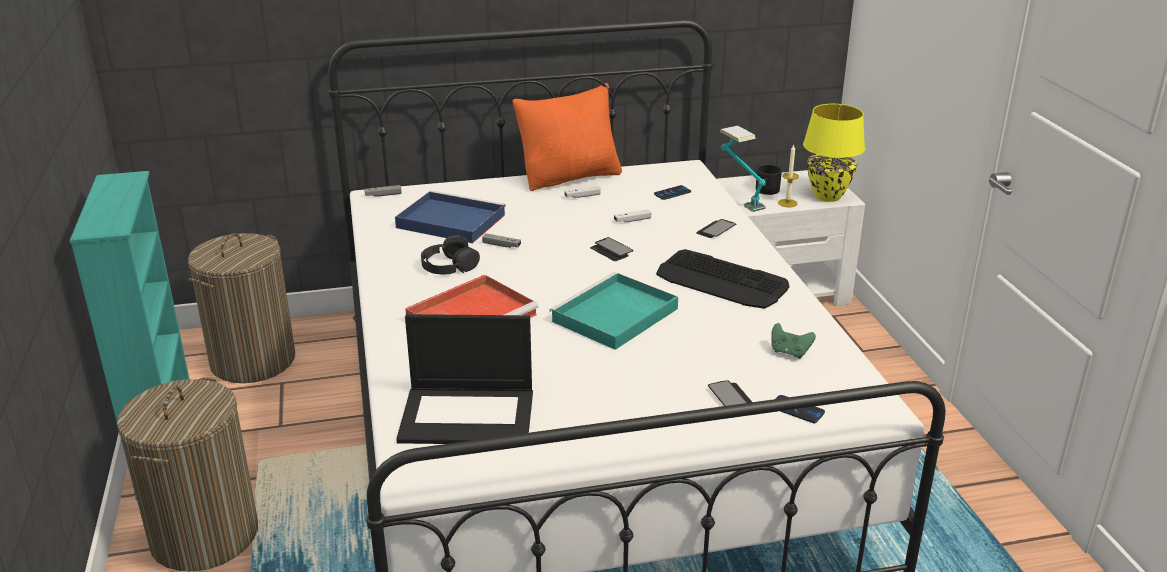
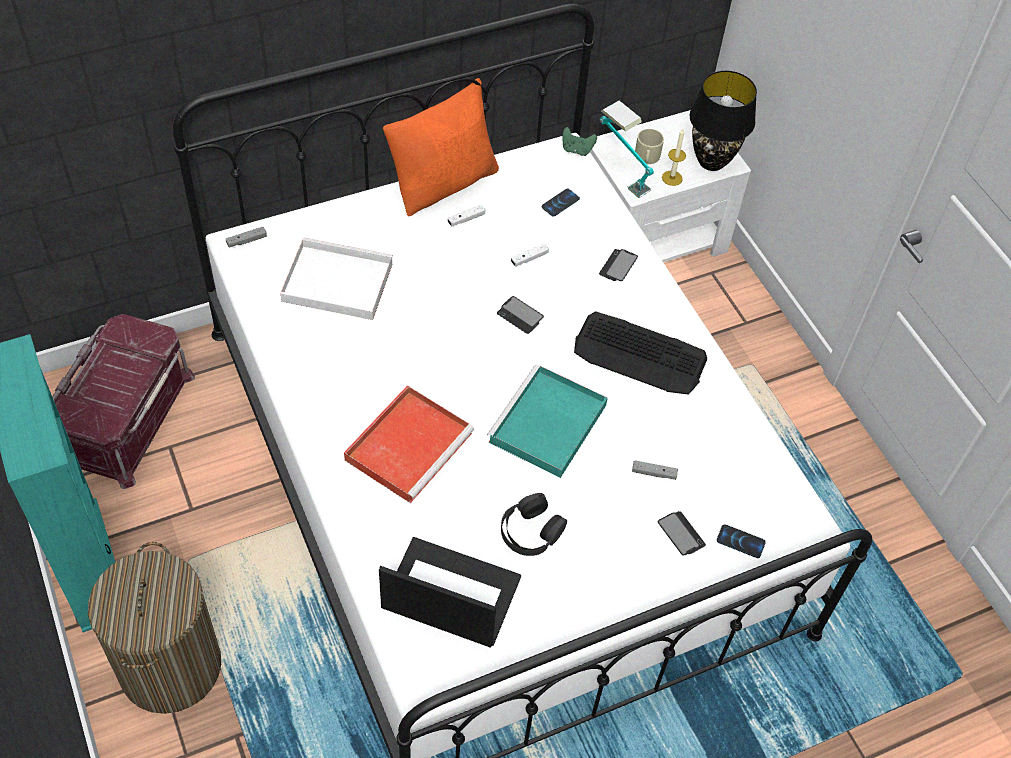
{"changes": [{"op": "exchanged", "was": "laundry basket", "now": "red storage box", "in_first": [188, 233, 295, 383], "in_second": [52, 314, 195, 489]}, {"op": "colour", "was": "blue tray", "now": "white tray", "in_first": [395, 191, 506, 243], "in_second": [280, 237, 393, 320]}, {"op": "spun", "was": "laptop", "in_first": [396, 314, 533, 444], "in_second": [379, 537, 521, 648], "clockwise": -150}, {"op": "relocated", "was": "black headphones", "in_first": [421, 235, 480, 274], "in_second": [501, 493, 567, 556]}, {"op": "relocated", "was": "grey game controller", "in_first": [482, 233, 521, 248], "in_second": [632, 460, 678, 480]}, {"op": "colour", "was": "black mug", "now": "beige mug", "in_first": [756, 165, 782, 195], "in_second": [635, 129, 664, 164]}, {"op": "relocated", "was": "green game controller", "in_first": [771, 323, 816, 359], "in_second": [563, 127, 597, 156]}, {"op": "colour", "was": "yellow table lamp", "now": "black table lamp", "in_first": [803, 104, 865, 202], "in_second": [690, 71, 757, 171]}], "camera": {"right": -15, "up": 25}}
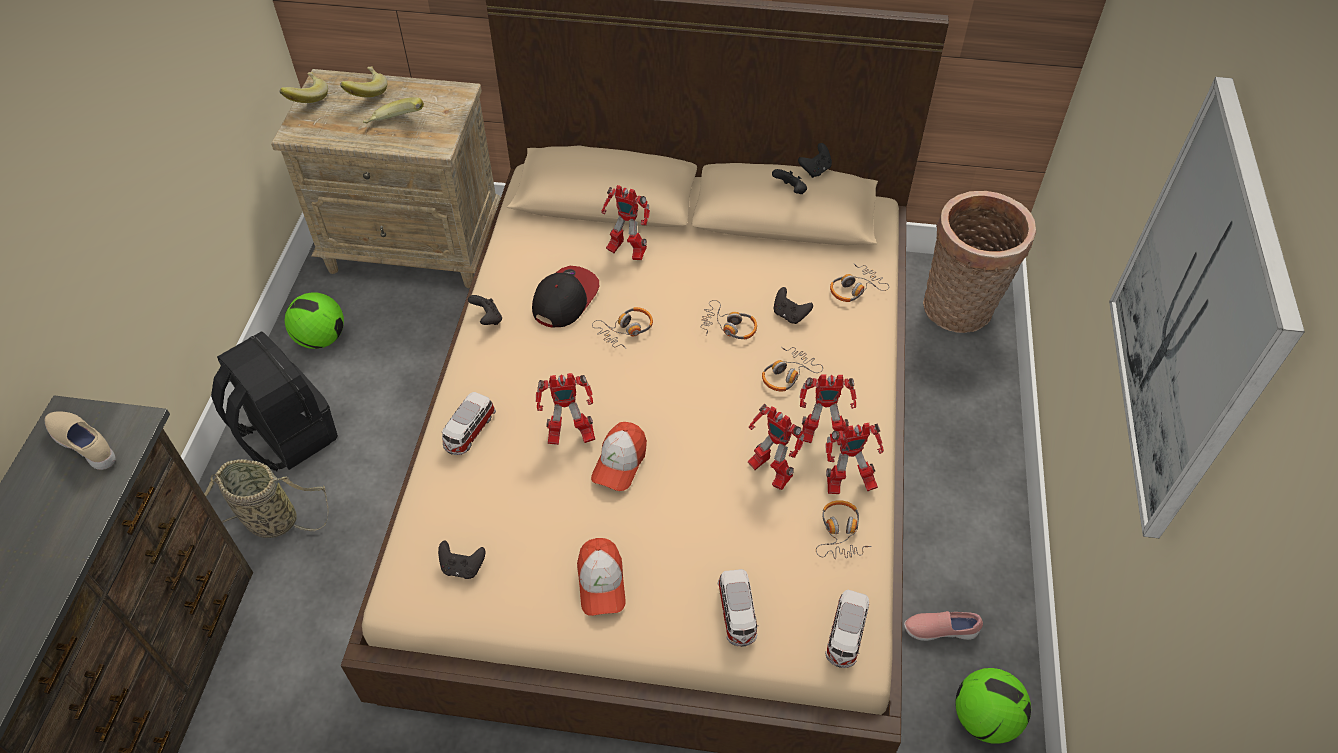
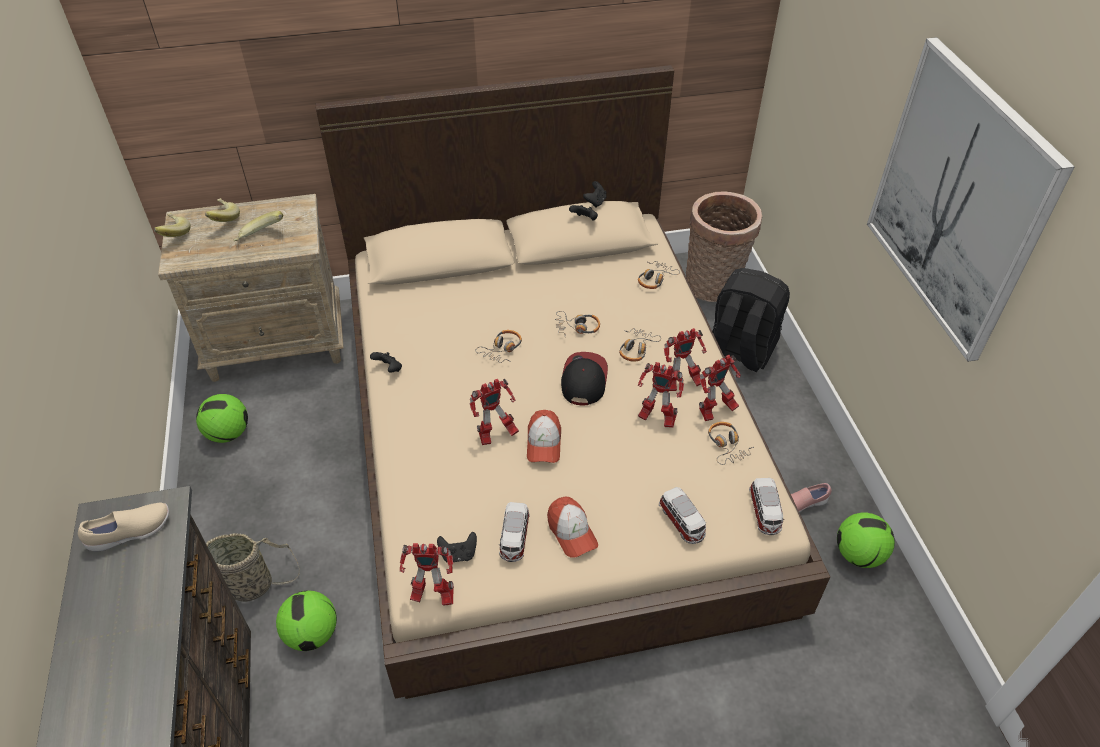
{"changes": [{"op": "spun", "was": "beige shoe", "in_first": [45, 412, 116, 470], "in_second": [78, 503, 169, 551], "clockwise": 135}, {"op": "relocated", "was": "black backpack", "in_first": [211, 331, 338, 471], "in_second": [712, 268, 790, 372]}, {"op": "relocated", "was": "toy car", "in_first": [442, 392, 496, 455], "in_second": [499, 502, 530, 562]}, {"op": "relocated", "was": "cap", "in_first": [532, 266, 599, 328], "in_second": [561, 352, 608, 405]}, {"op": "relocated", "was": "toy robot", "in_first": [601, 185, 650, 260], "in_second": [400, 543, 454, 606]}, {"op": "missing", "was": "black game controller", "in_first": [774, 287, 813, 324]}, {"op": "appeared", "now": "football", "in_second": [276, 590, 337, 651]}], "camera": {"right": -20, "up": -5}}
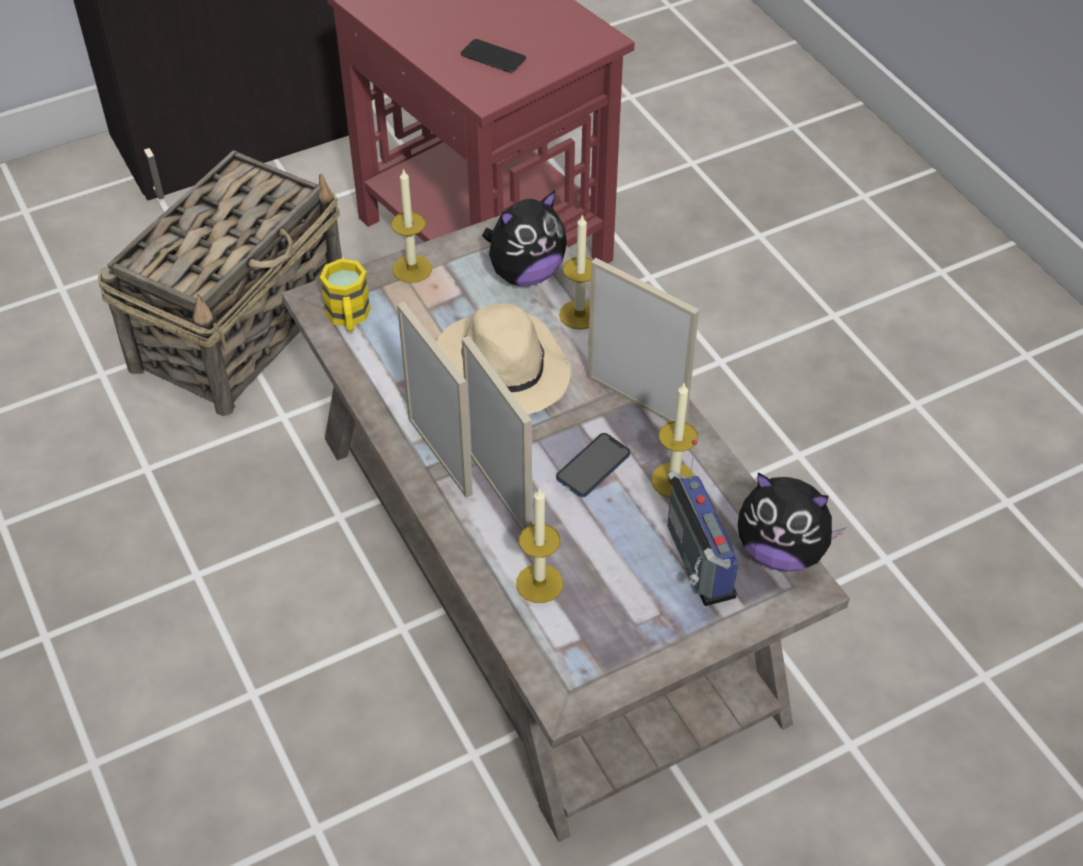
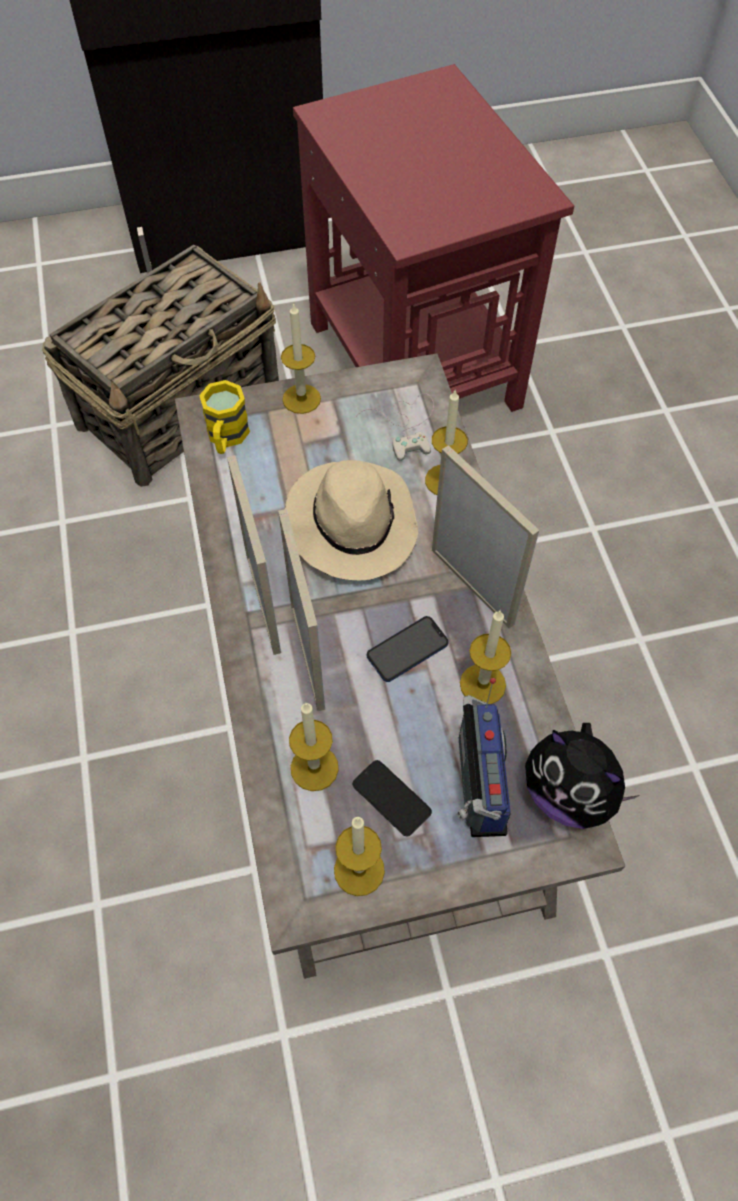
{"changes": [{"op": "relocated", "was": "phone", "in_first": [461, 39, 526, 73], "in_second": [352, 760, 432, 837]}, {"op": "exchanged", "was": "plush toy", "now": "white game controller", "in_first": [482, 190, 567, 286], "in_second": [355, 393, 434, 461]}, {"op": "appeared", "now": "candle", "in_second": [334, 817, 385, 896]}], "camera": {"right": 15, "up": 10}}
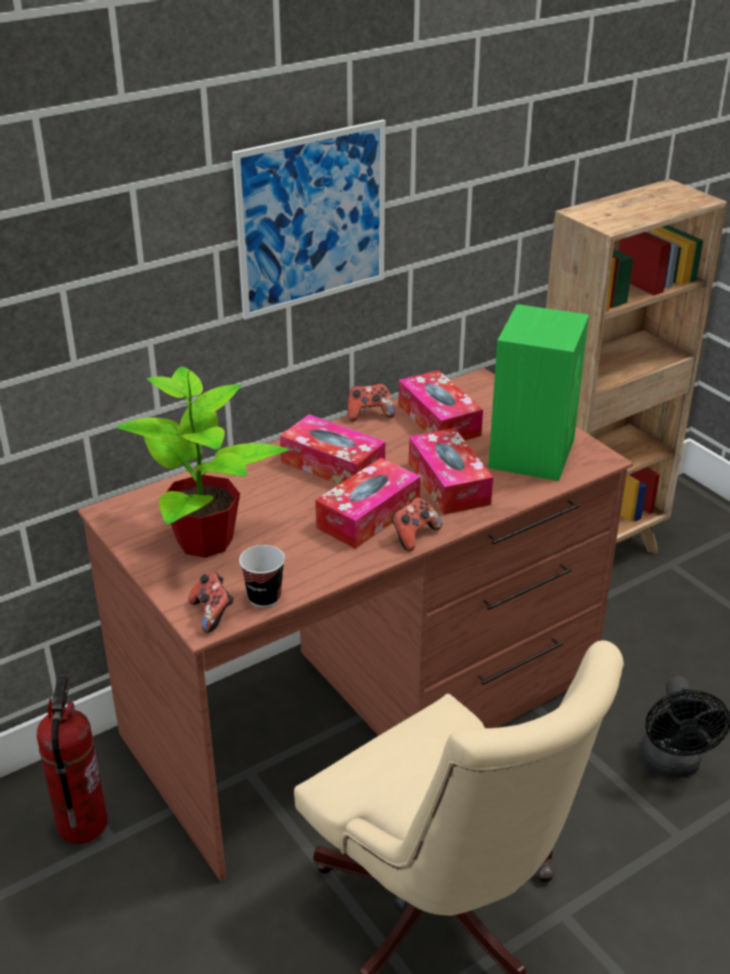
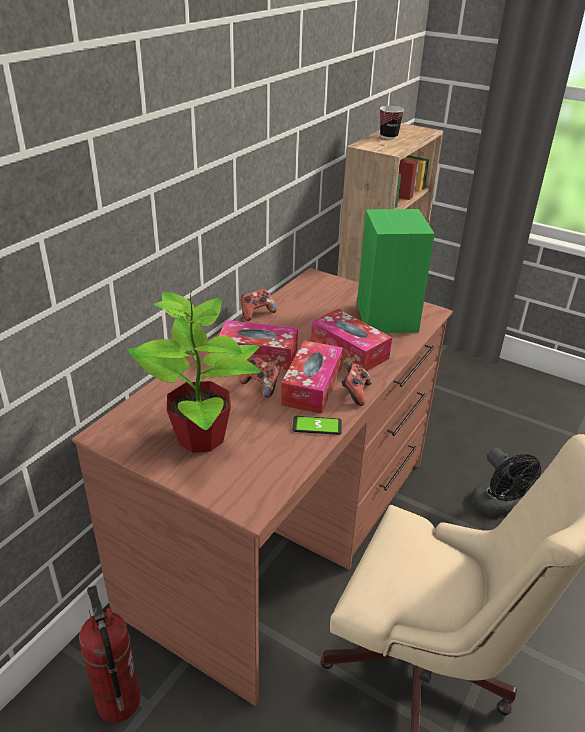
{"changes": [{"op": "relocated", "was": "game controller", "in_first": [188, 573, 234, 633], "in_second": [239, 357, 280, 398]}, {"op": "missing", "was": "picture", "in_first": [232, 120, 386, 320]}, {"op": "relocated", "was": "cup", "in_first": [239, 545, 285, 608], "in_second": [380, 106, 404, 139]}, {"op": "missing", "was": "tissue box", "in_first": [398, 370, 483, 440]}, {"op": "appeared", "now": "phone", "in_second": [292, 416, 342, 435]}], "camera": {"right": -25, "up": 0}}
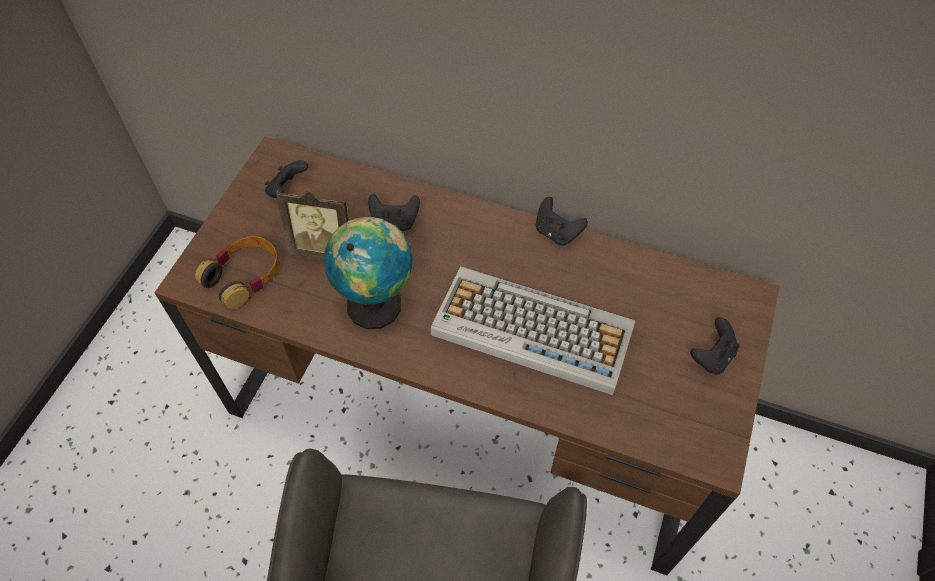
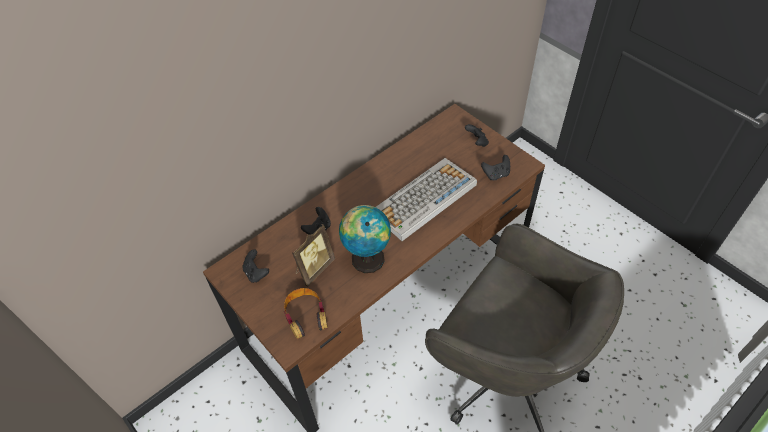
{"changes": [{"op": "relocated", "was": "black game controller", "in_first": [536, 197, 588, 245], "in_second": [481, 155, 510, 180]}], "camera": {"right": -60, "up": -5}}
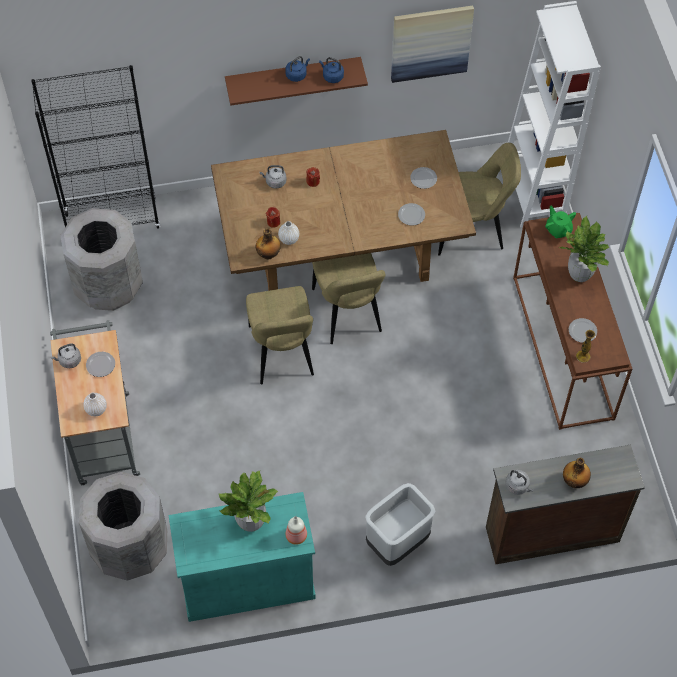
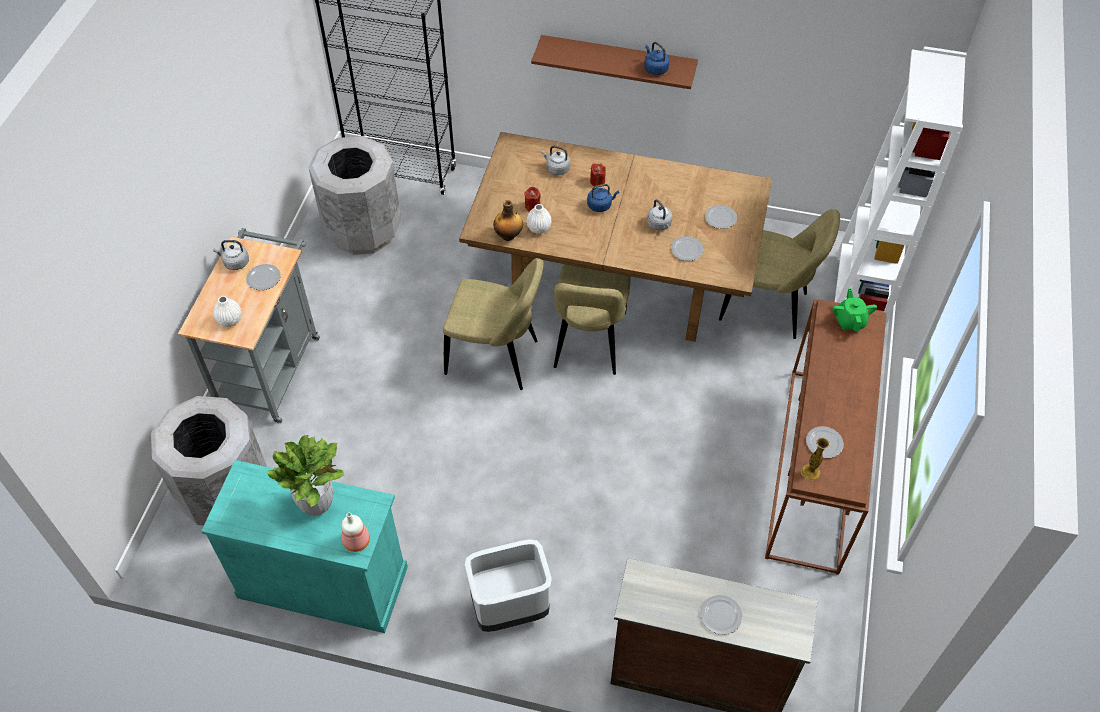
{"changes": [{"op": "spun", "was": "beige chair", "in_first": [246, 286, 314, 384], "in_second": [443, 258, 544, 390], "clockwise": -90}, {"op": "relocated", "was": "blue kettle", "in_first": [285, 56, 310, 82], "in_second": [587, 184, 619, 212]}, {"op": "missing", "was": "picture", "in_first": [391, 5, 474, 83]}, {"op": "relocated", "was": "grey kettle", "in_first": [505, 470, 534, 495], "in_second": [647, 199, 672, 230]}, {"op": "missing", "was": "potted plant", "in_first": [559, 216, 609, 282]}, {"op": "exchanged", "was": "bottle", "now": "plate", "in_first": [563, 458, 591, 488], "in_second": [700, 595, 742, 635]}], "camera": {"right": 25, "up": -5}}
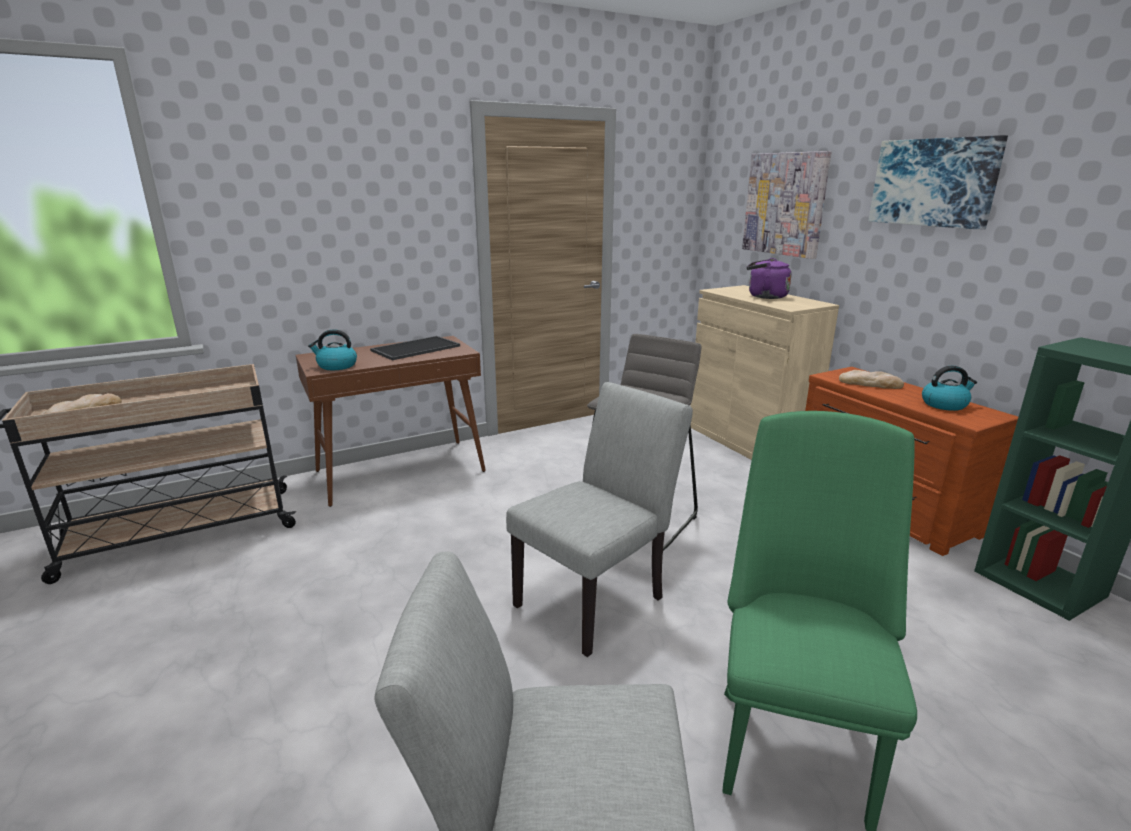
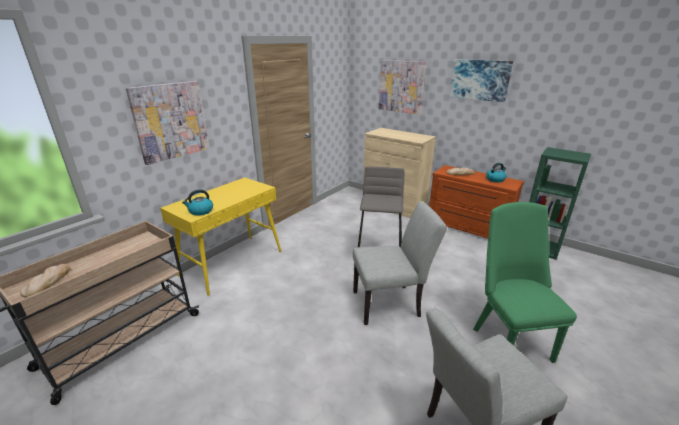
{"changes": [{"op": "colour", "was": "brown console table", "now": "yellow console table", "in_first": [296, 336, 486, 507], "in_second": [160, 177, 281, 296]}, {"op": "missing", "was": "tray", "in_first": [370, 336, 460, 360]}, {"op": "spun", "was": "grey chair", "in_first": [506, 382, 693, 657], "in_second": [353, 201, 447, 325], "clockwise": 60}, {"op": "missing", "was": "purple kettle", "in_first": [747, 258, 792, 299]}, {"op": "appeared", "now": "picture", "in_second": [126, 81, 209, 165]}], "camera": {"right": -25, "up": 5}}
